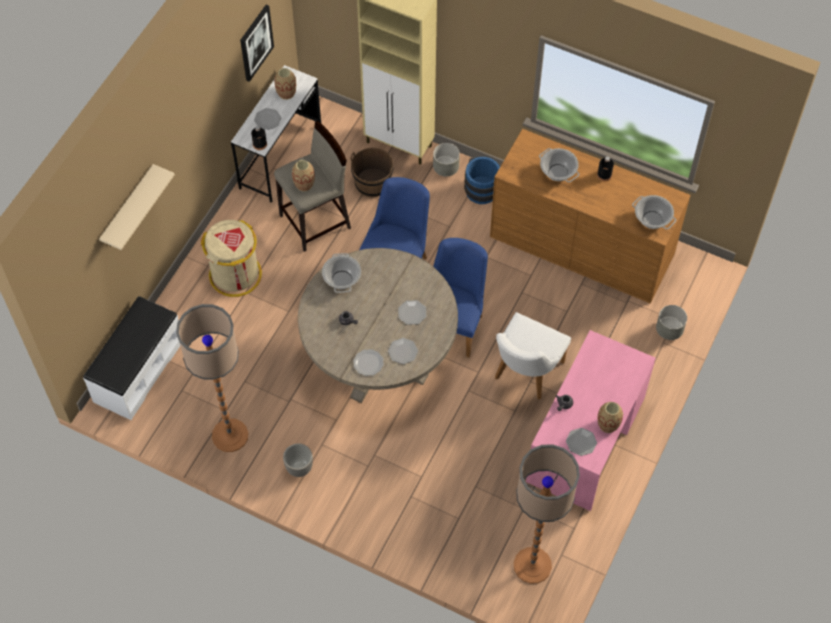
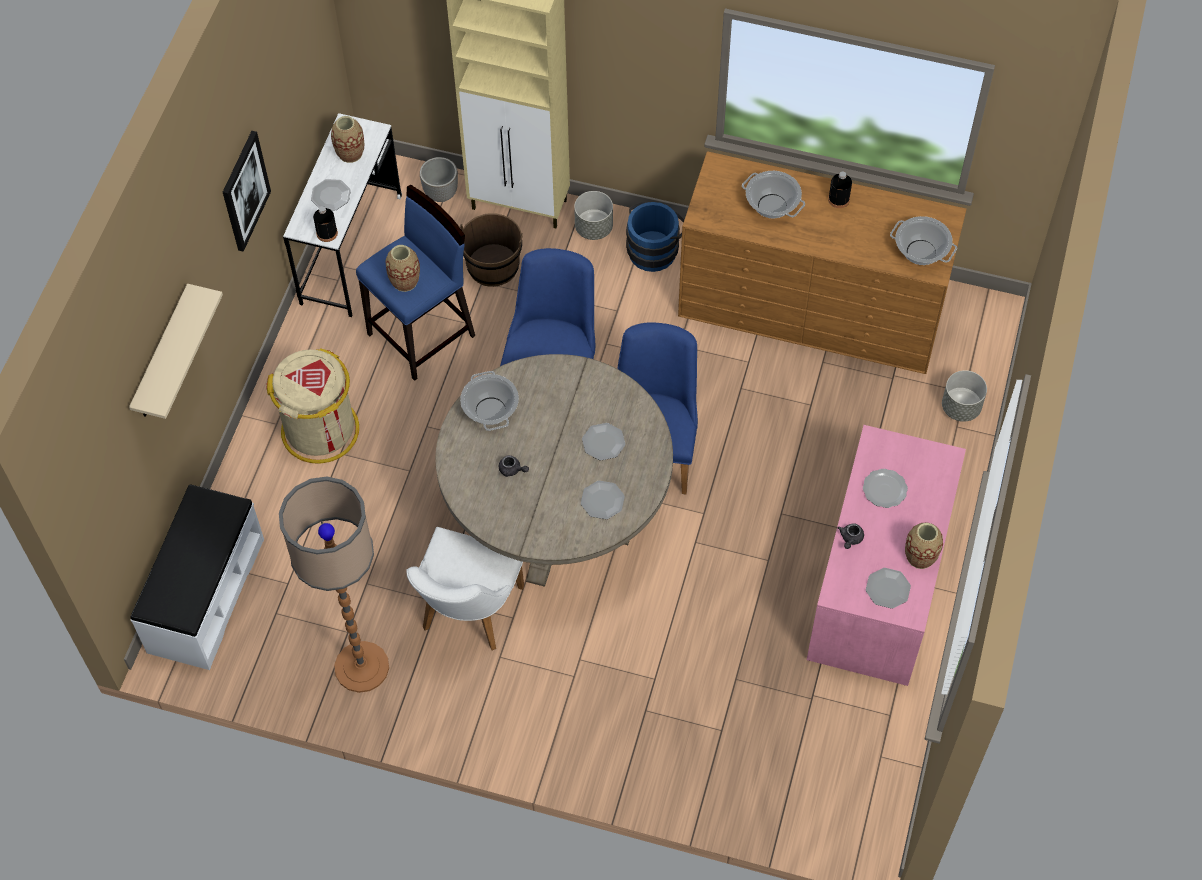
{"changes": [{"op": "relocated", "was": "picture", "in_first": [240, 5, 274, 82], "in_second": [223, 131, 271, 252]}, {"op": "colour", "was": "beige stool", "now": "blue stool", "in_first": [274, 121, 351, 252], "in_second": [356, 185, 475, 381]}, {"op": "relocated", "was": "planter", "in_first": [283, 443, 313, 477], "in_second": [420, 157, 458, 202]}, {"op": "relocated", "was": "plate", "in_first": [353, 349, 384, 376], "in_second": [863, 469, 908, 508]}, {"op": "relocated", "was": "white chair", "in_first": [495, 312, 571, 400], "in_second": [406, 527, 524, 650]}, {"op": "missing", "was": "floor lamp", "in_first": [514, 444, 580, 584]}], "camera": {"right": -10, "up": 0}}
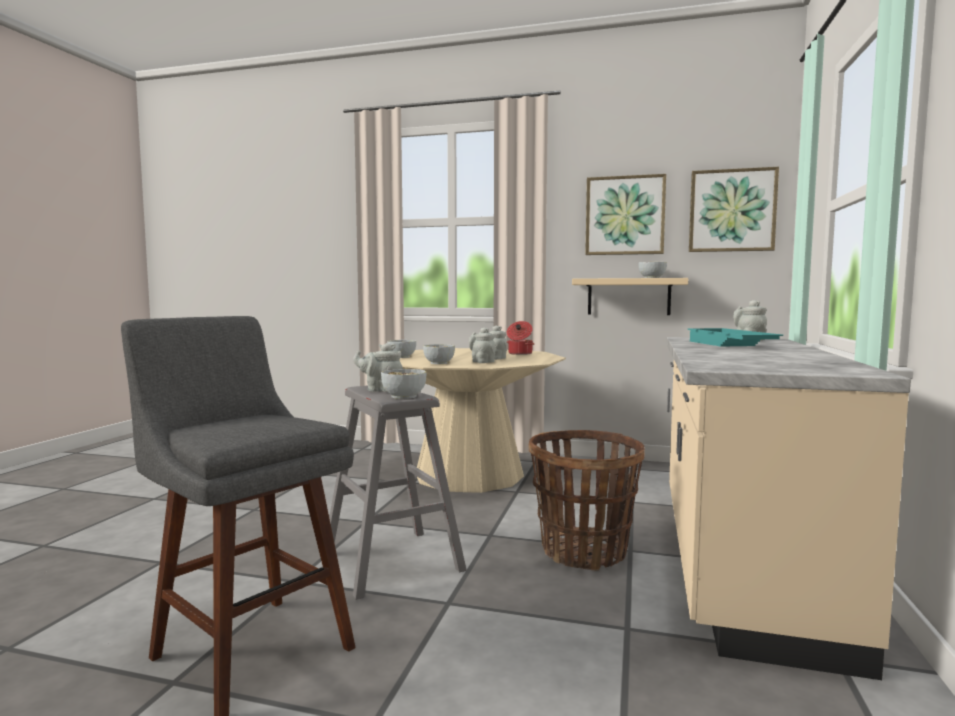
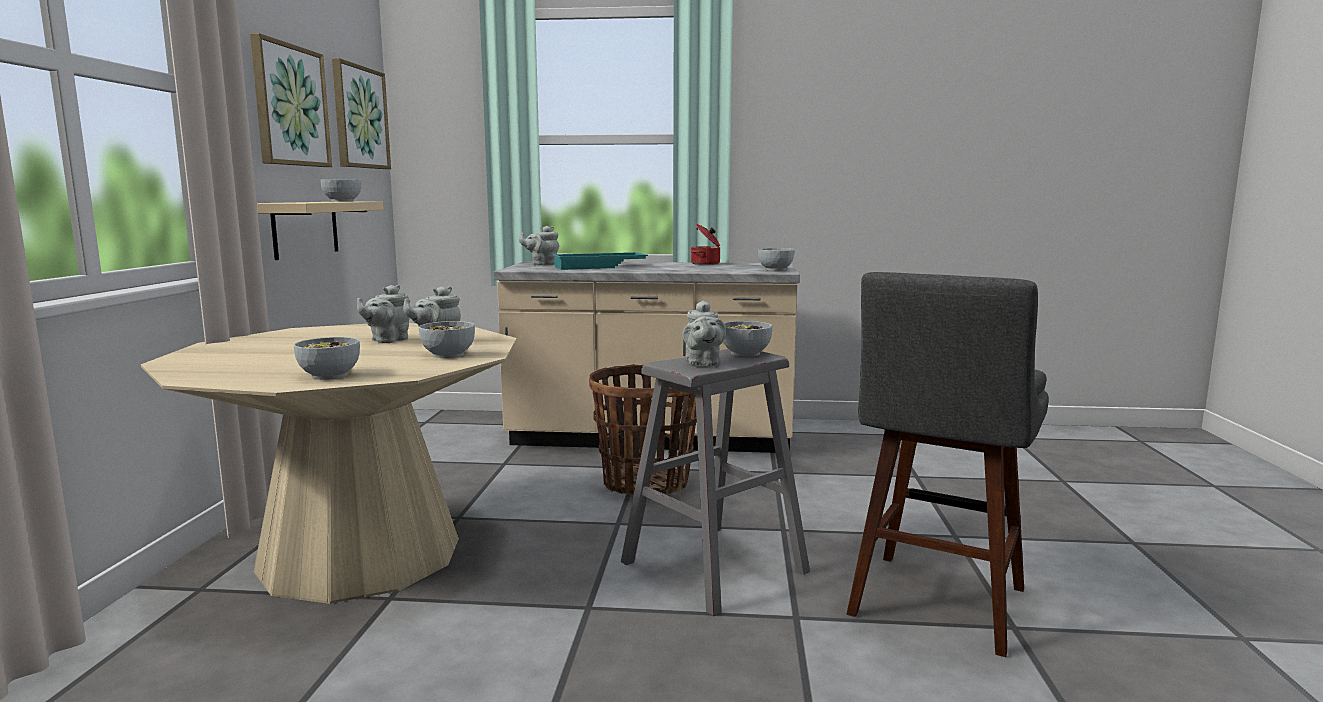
{"changes": [{"op": "relocated", "was": "cooking pot", "in_first": [507, 321, 535, 355], "in_second": [691, 224, 720, 265]}, {"op": "appeared", "now": "bowl", "in_second": [758, 248, 795, 271]}], "camera": {"right": -100, "up": 5}}
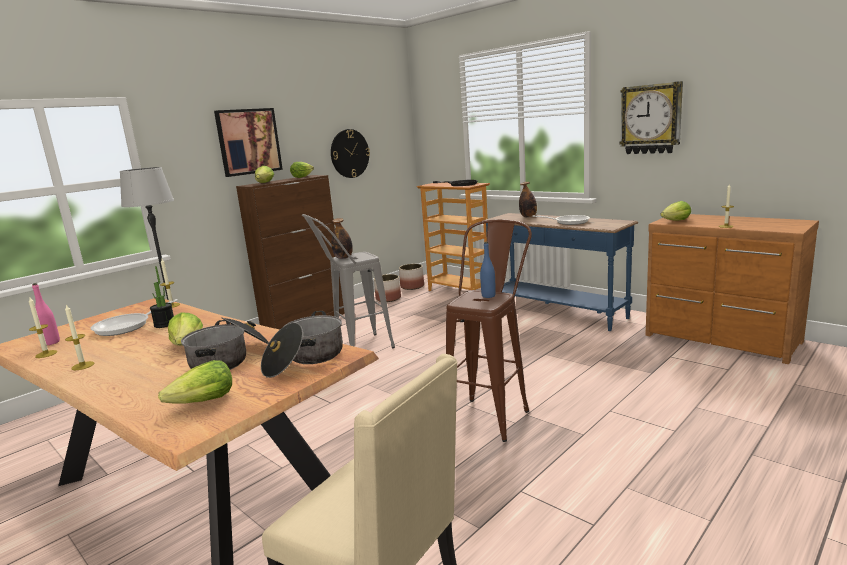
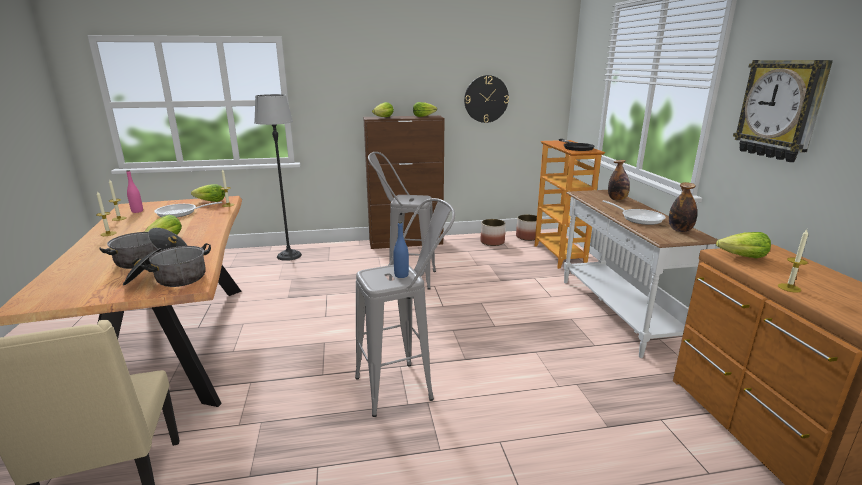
{"changes": [{"op": "missing", "was": "potted plant", "in_first": [150, 266, 174, 328]}, {"op": "relocated", "was": "lettuce", "in_first": [158, 360, 232, 404], "in_second": [191, 184, 225, 202]}, {"op": "missing", "was": "picture", "in_first": [214, 108, 283, 177]}, {"op": "relocated", "was": "bottle", "in_first": [331, 218, 353, 259], "in_second": [669, 182, 697, 232]}, {"op": "colour", "was": "brown stool", "now": "grey stool", "in_first": [446, 219, 532, 442], "in_second": [355, 198, 455, 417]}, {"op": "colour", "was": "blue console table", "now": "white console table", "in_first": [483, 213, 638, 331], "in_second": [563, 190, 718, 358]}], "camera": {"right": 35, "up": 5}}
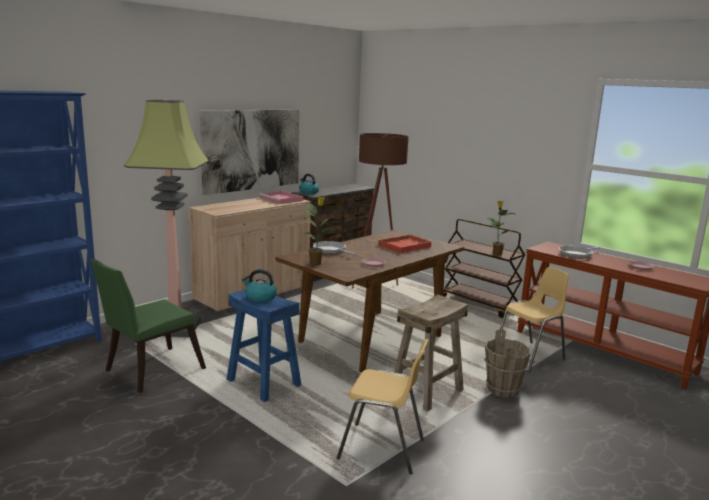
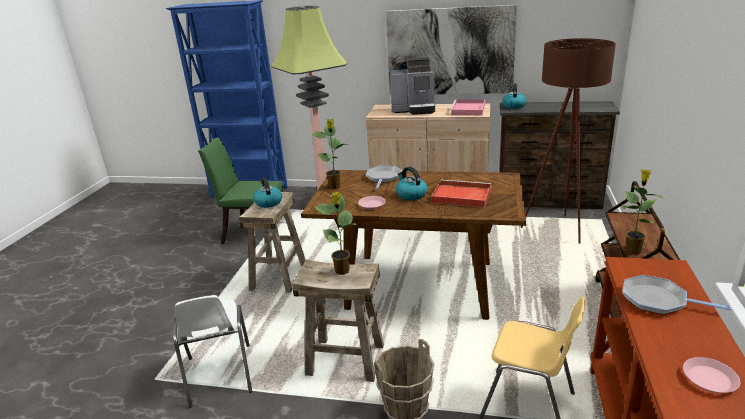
{"changes": [{"op": "colour", "was": "blue stool", "now": "beige stool", "in_first": [227, 289, 302, 402], "in_second": [239, 192, 306, 293]}, {"op": "colour", "was": "yellow chair", "now": "white chair", "in_first": [337, 339, 429, 474], "in_second": [173, 295, 252, 408]}, {"op": "appeared", "now": "potted plant", "in_second": [315, 192, 357, 275]}, {"op": "appeared", "now": "coffee machine", "in_second": [390, 57, 435, 115]}, {"op": "appeared", "now": "kettle", "in_second": [396, 167, 427, 200]}], "camera": {"right": 60, "up": 10}}
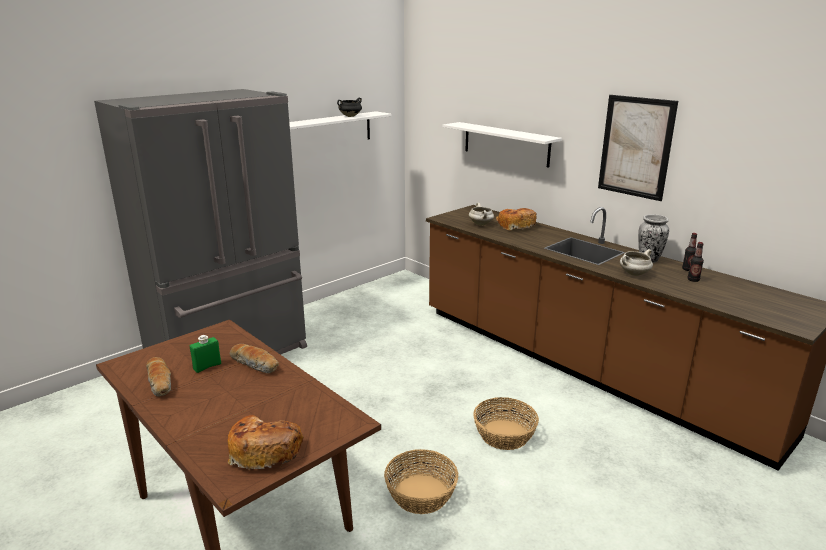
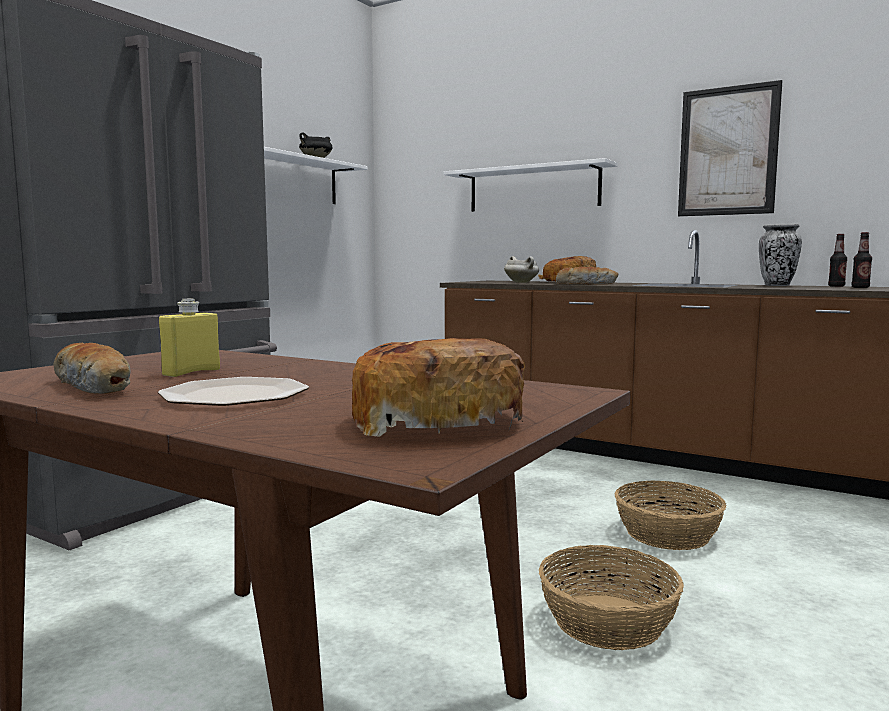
{"changes": [{"op": "colour", "was": "green bottle", "now": "yellow bottle", "in_first": [190, 335, 221, 373], "in_second": [159, 299, 220, 377]}, {"op": "relocated", "was": "bread", "in_first": [230, 344, 279, 374], "in_second": [556, 267, 618, 284]}, {"op": "missing", "was": "white cooking pot", "in_first": [620, 249, 653, 276]}, {"op": "appeared", "now": "plate", "in_second": [158, 377, 309, 406]}], "camera": {"right": -15, "up": -15}}
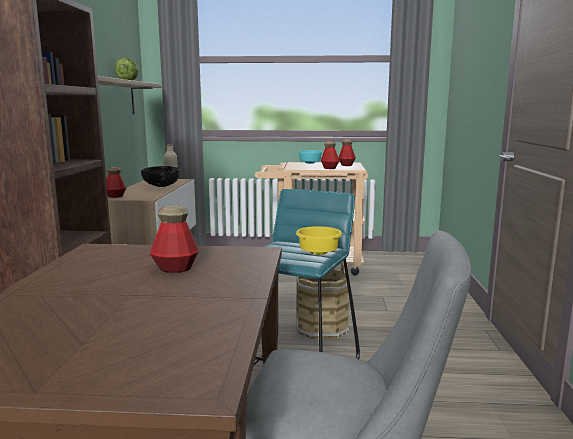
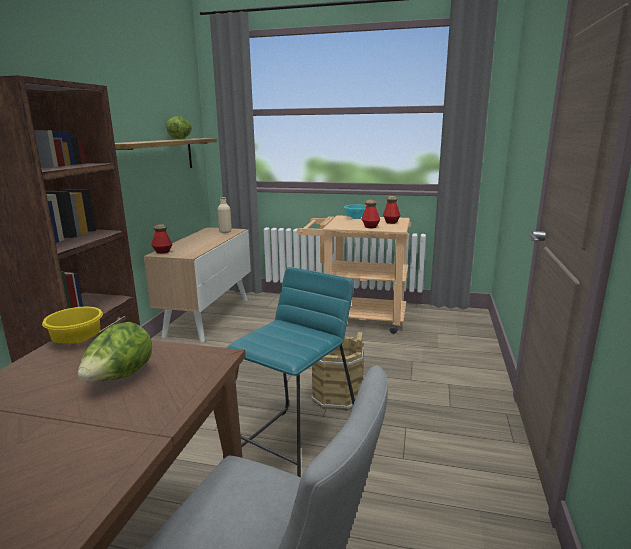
{"changes": [{"op": "missing", "was": "black bowl", "in_first": [141, 166, 180, 187]}, {"op": "exchanged", "was": "bottle", "now": "lettuce", "in_first": [150, 206, 199, 273], "in_second": [78, 322, 152, 381]}, {"op": "relocated", "was": "yellow bowl", "in_first": [296, 226, 342, 255], "in_second": [42, 307, 103, 344]}], "camera": {"right": 10, "up": 5}}
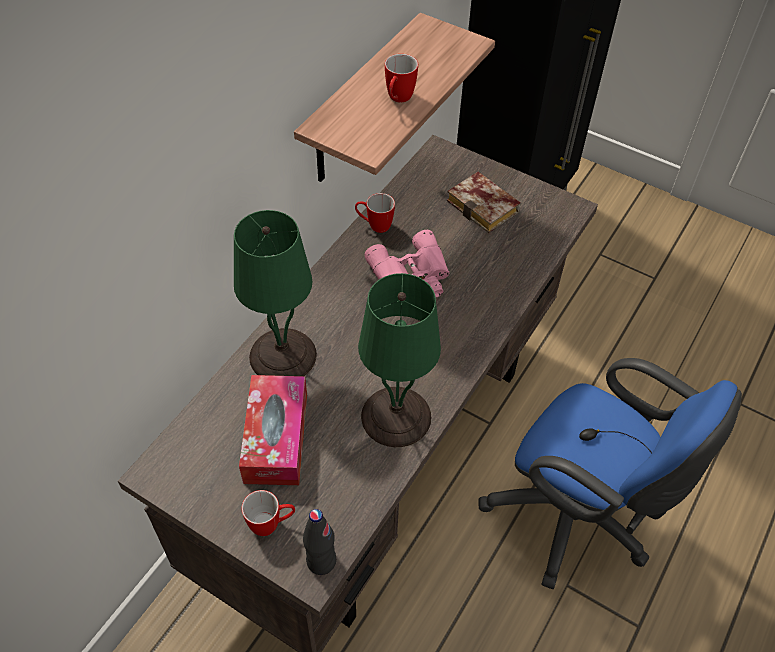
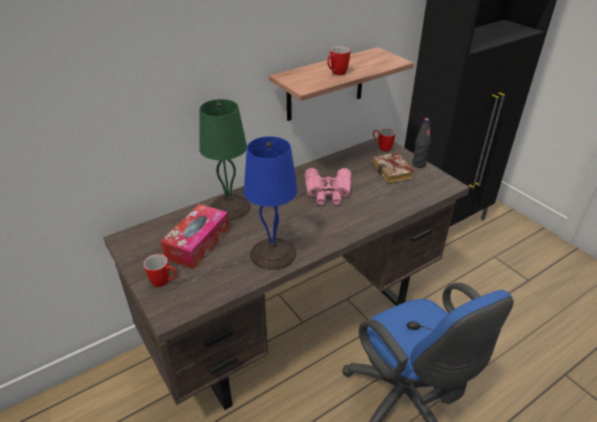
{"changes": [{"op": "relocated", "was": "black bottle", "in_first": [303, 509, 336, 575], "in_second": [412, 118, 430, 168]}, {"op": "relocated", "was": "mug", "in_first": [355, 193, 395, 233], "in_second": [373, 128, 396, 152]}, {"op": "colour", "was": "green table lamp", "now": "blue table lamp", "in_first": [358, 273, 441, 447], "in_second": [244, 136, 297, 270]}], "camera": {"right": 25, "up": -15}}
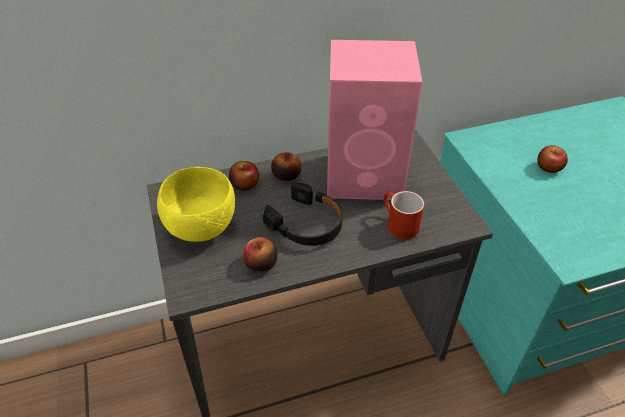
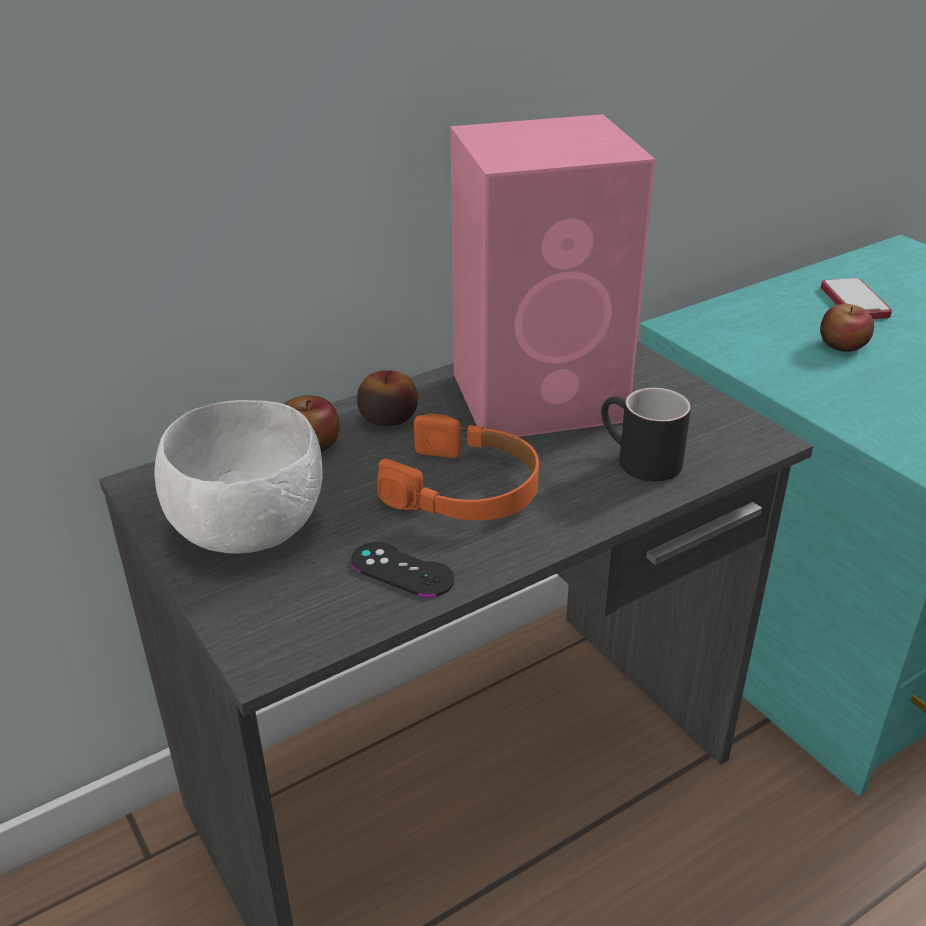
{"changes": [{"op": "colour", "was": "yellow bowl", "now": "white bowl", "in_first": [157, 167, 235, 242], "in_second": [154, 400, 323, 554]}, {"op": "exchanged", "was": "apple", "now": "black game controller", "in_first": [243, 237, 278, 271], "in_second": [351, 542, 455, 597]}, {"op": "colour", "was": "black headphones", "now": "orange headphones", "in_first": [263, 183, 343, 246], "in_second": [377, 414, 539, 520]}, {"op": "colour", "was": "red mug", "now": "black mug", "in_first": [384, 191, 424, 239], "in_second": [601, 388, 691, 481]}, {"op": "appeared", "now": "phone", "in_second": [821, 278, 892, 319]}], "camera": {"right": -15, "up": -10}}
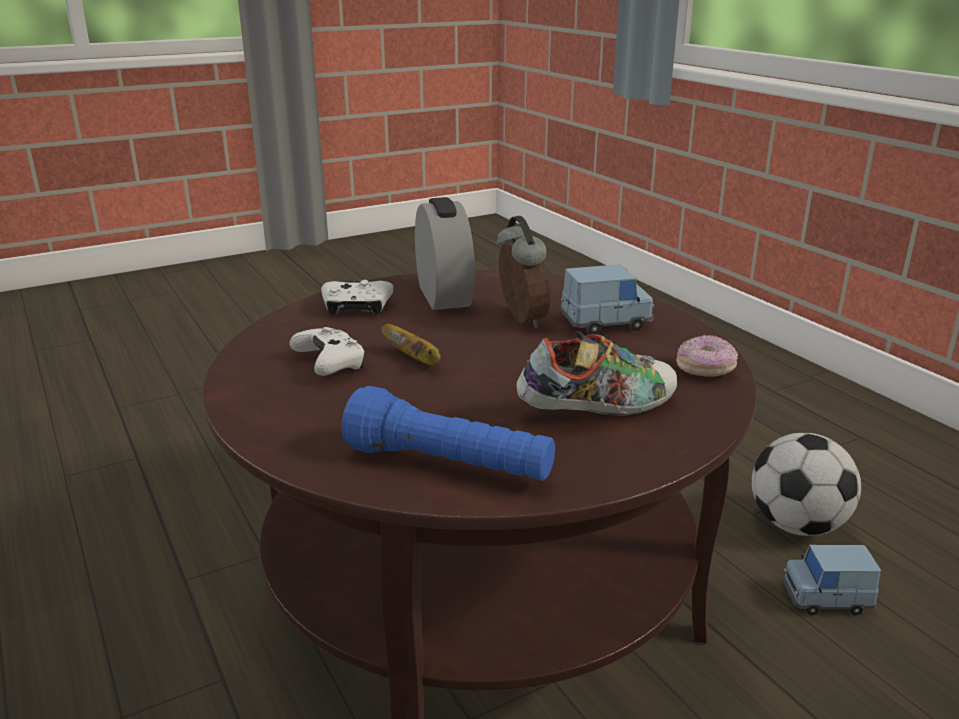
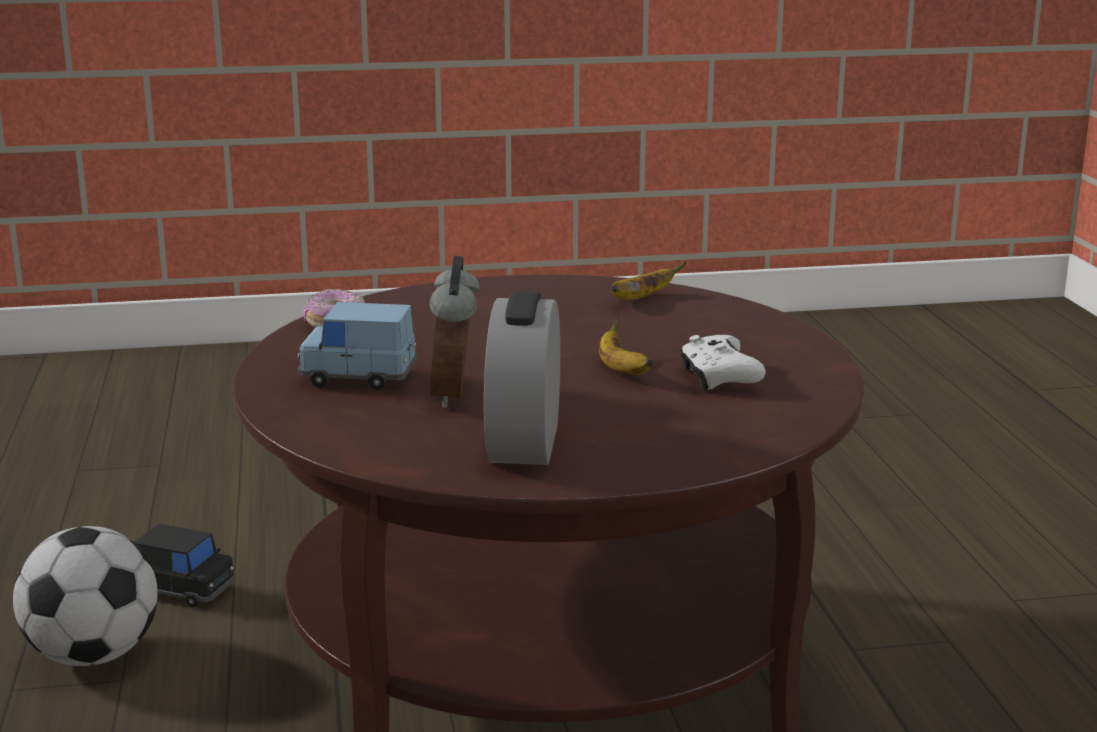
{"changes": [{"op": "missing", "was": "white game controller", "in_first": [321, 280, 393, 316]}, {"op": "exchanged", "was": "blue flashlight", "now": "banana", "in_first": [342, 386, 555, 481], "in_second": [611, 261, 687, 300]}, {"op": "missing", "was": "shoe", "in_first": [516, 331, 677, 416]}, {"op": "colour", "was": "blue toy car", "now": "black toy car", "in_first": [782, 545, 881, 615], "in_second": [135, 524, 236, 608]}], "camera": {"right": -160, "up": -5}}
